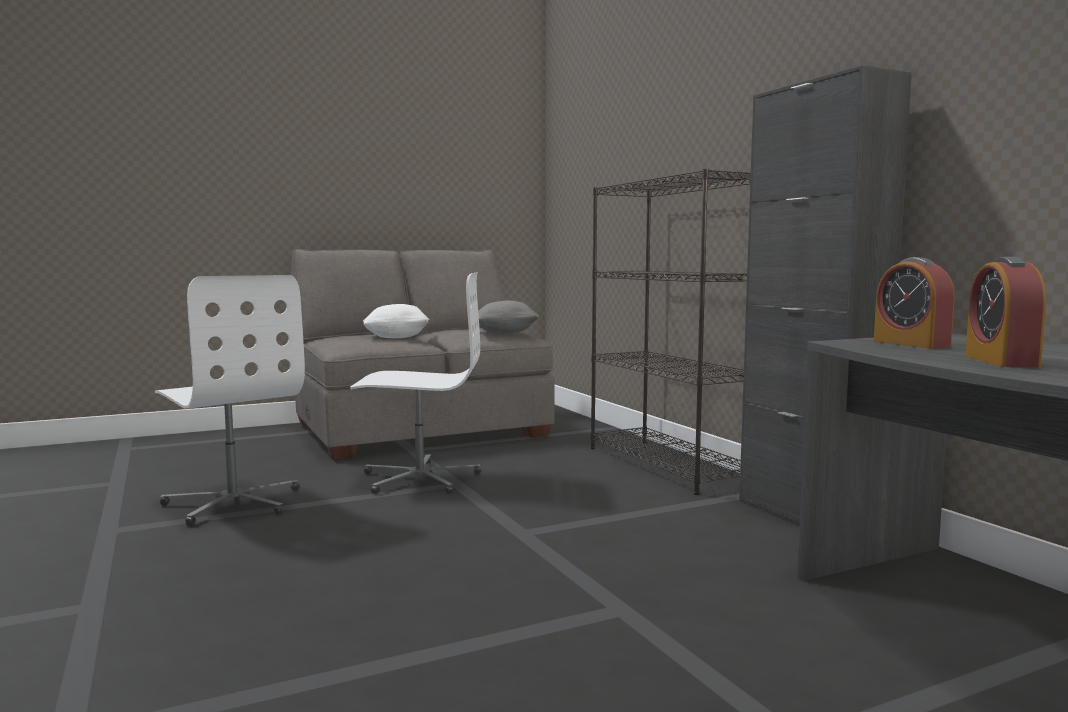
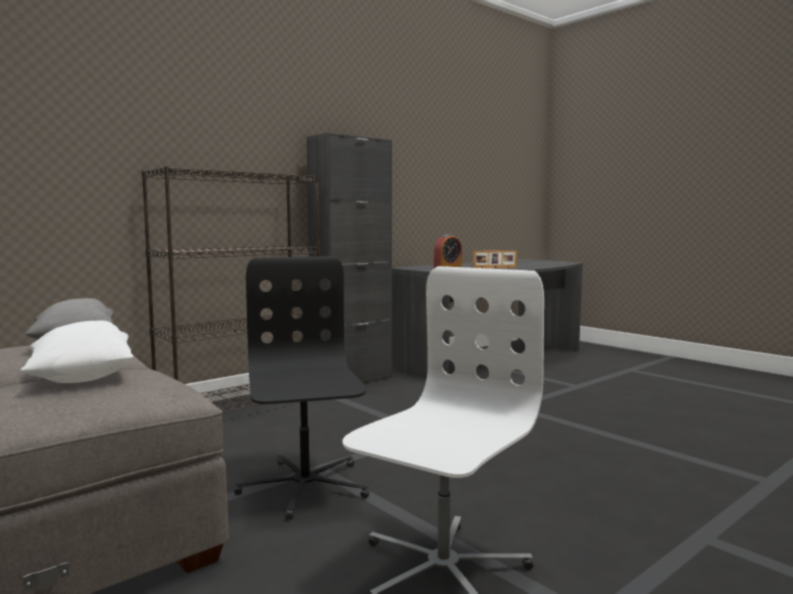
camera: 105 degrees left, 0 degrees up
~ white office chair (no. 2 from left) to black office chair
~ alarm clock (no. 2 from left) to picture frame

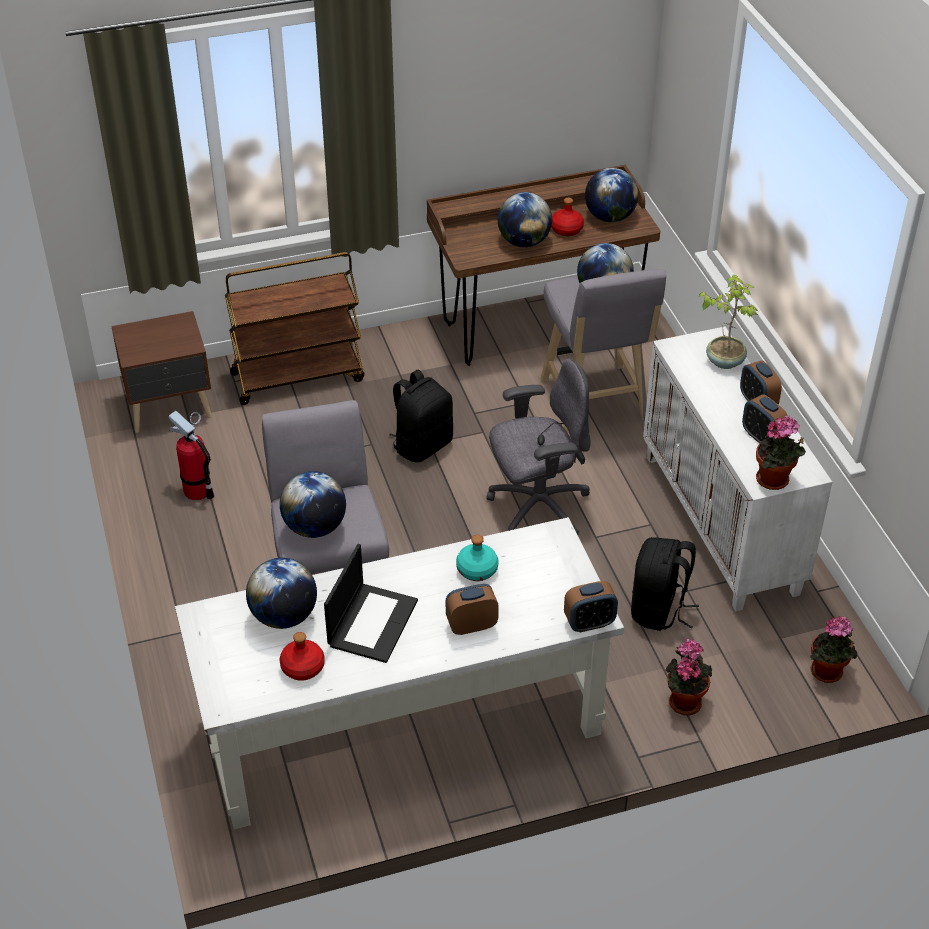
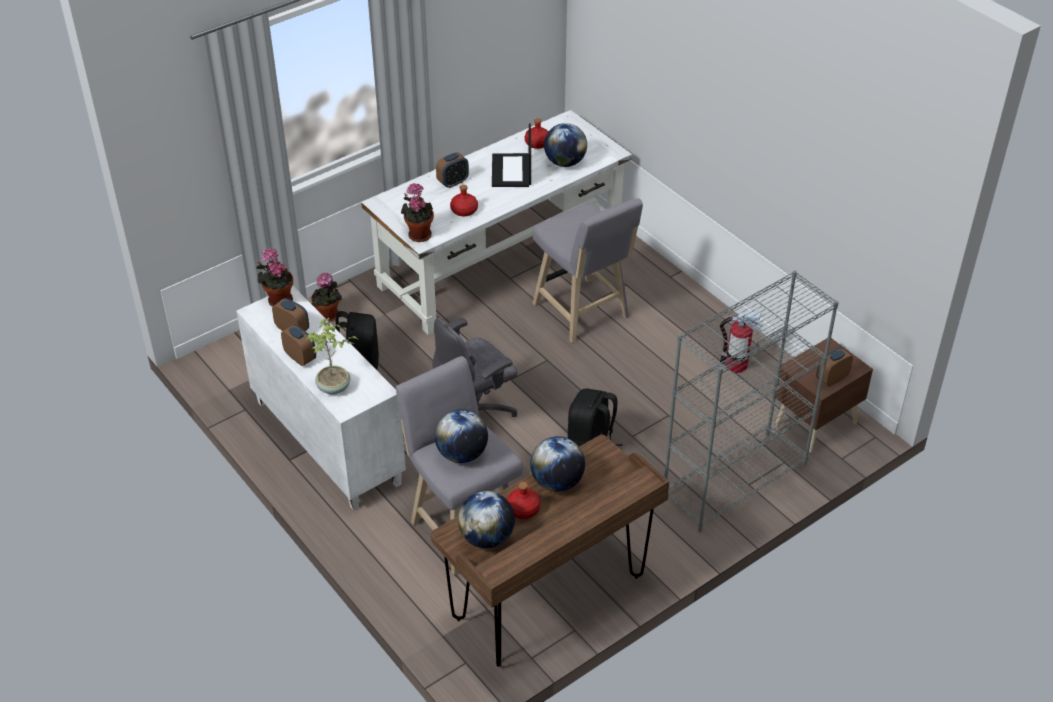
camera: 160 degrees right, 0 degrees up
~ brown cart to grey bookcase
- globe (no. 2 from left)
~ turquoise bottle to red bottle (no. 1 from left)
~ alarm clock (no. 2 from left in the first image) to alarm clock (no. 4 from left)
~ potted plant (no. 4 from left)

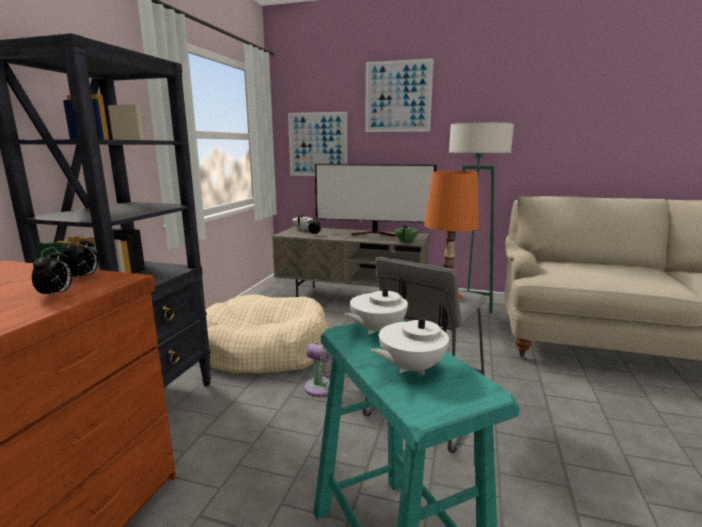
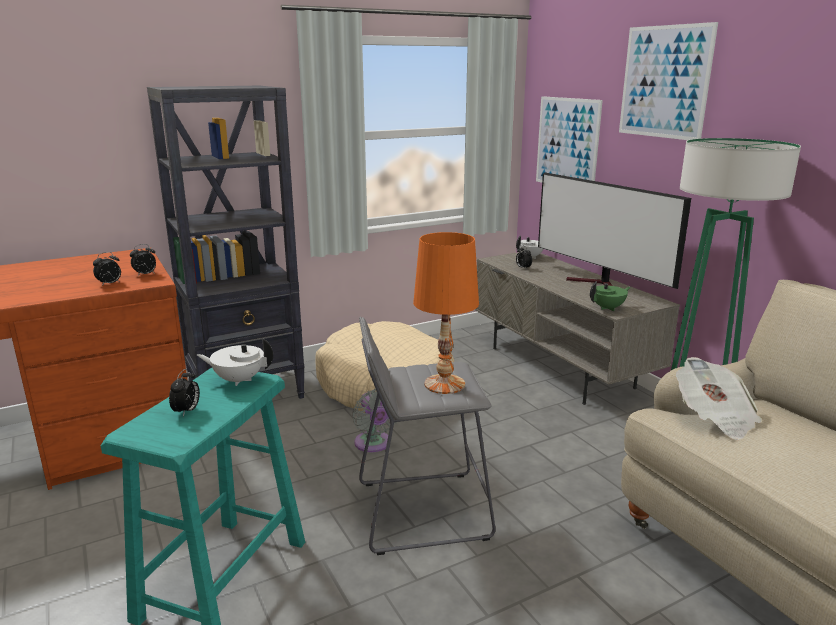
camera: 45 degrees right, 5 degrees up
~ white teapot (no. 3 from left) to alarm clock (no. 3 from left)
+ newspaper

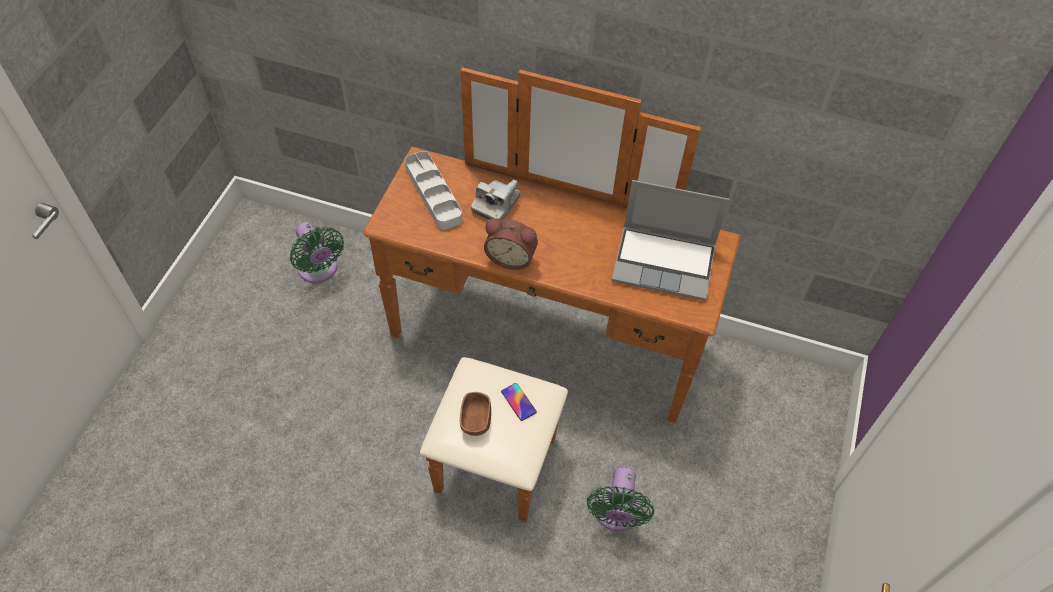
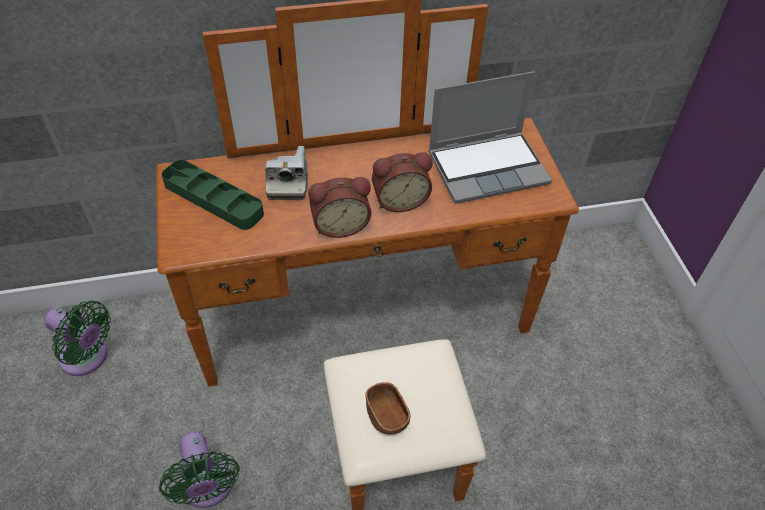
camera: 30 degrees left, 5 degrees down
~ grey tray to green tray
- phone
~ green fan (no. 2 from left)
+ alarm clock (no. 2 from left)

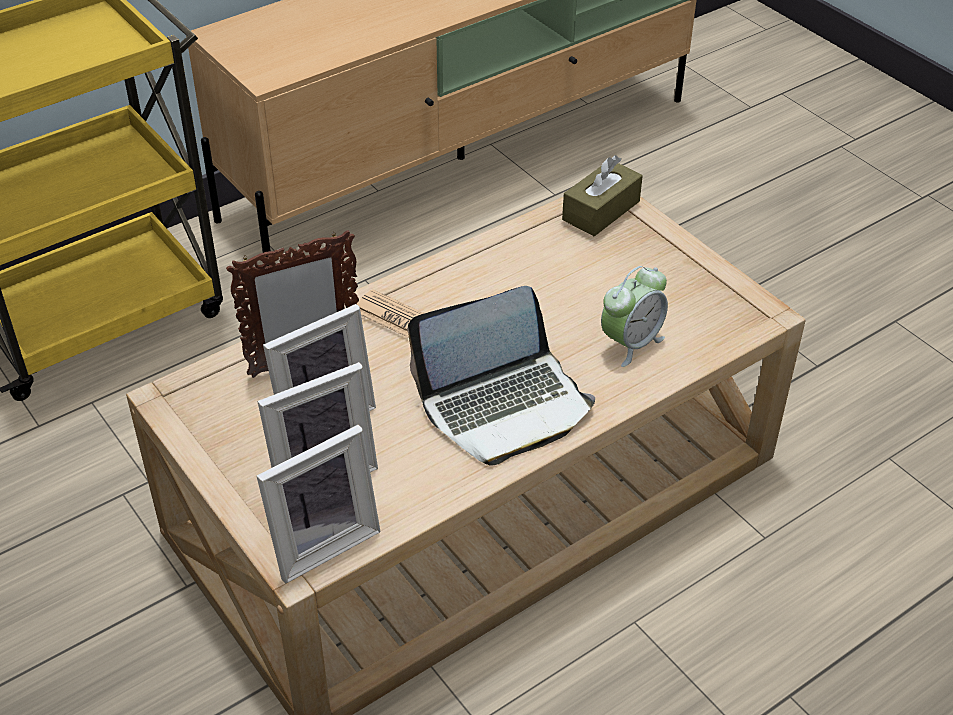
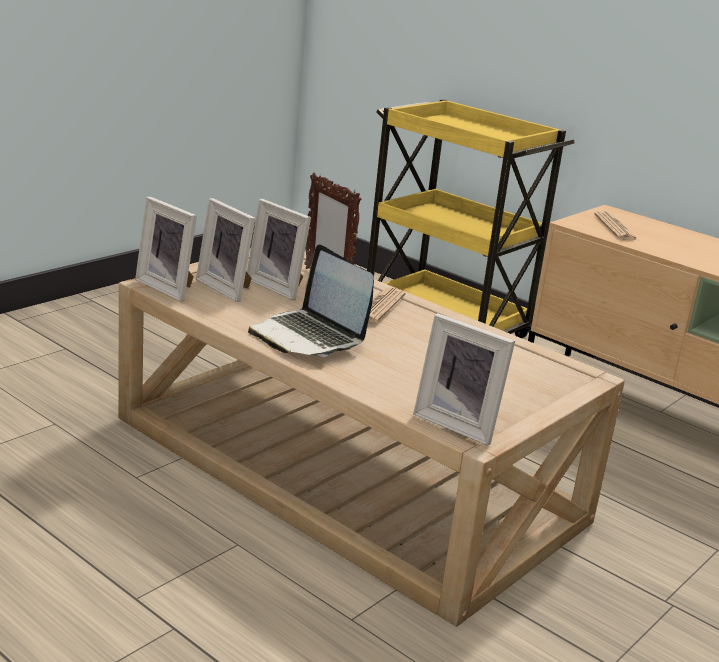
camera: 75 degrees right, 20 degrees down
- brown tissue box
- alarm clock
+ picture frame (no. 5 from left)
+ newspaper (no. 2 from left)

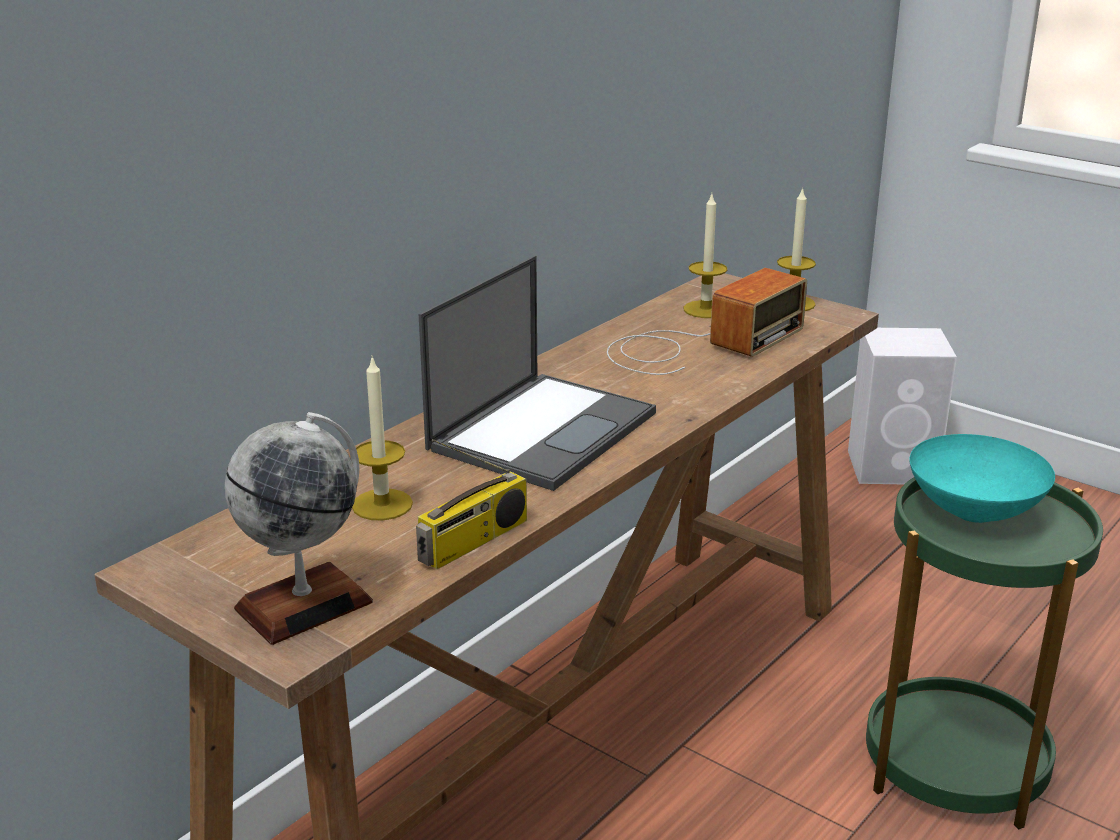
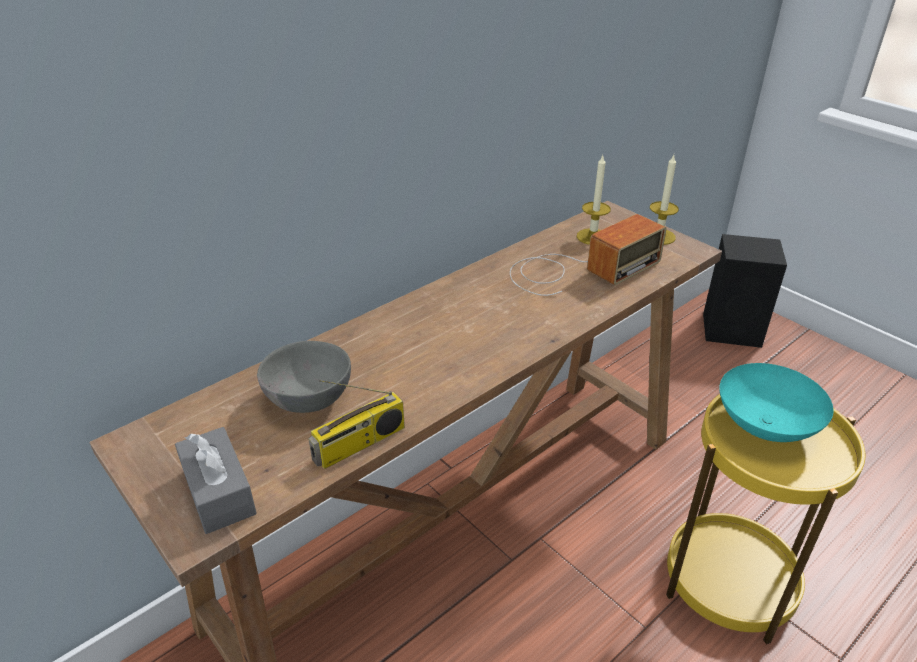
camera: 10 degrees right, 10 degrees up
~ globe to grey tissue box
~ candle (no. 1 from left) to grey bowl
- laptop
~ white speaker to black speaker
~ green side table to yellow side table

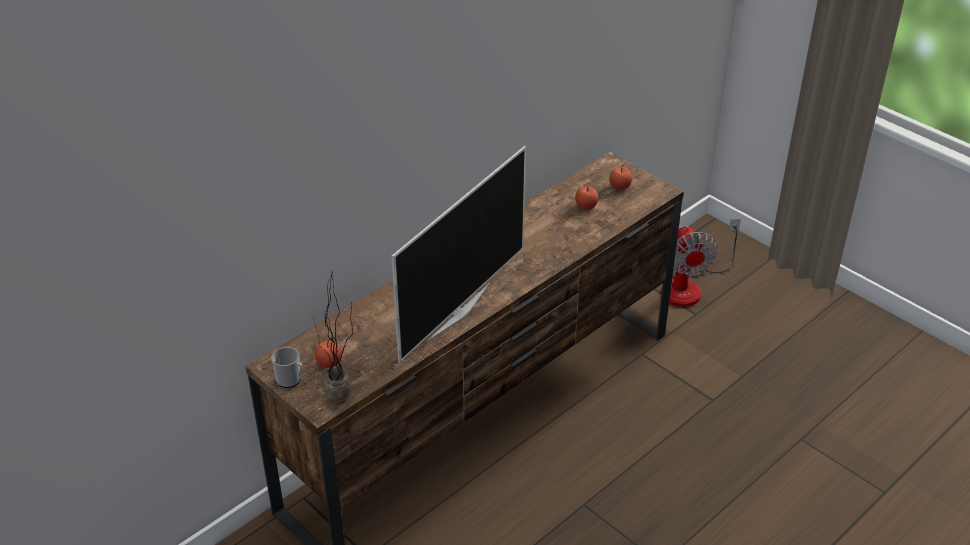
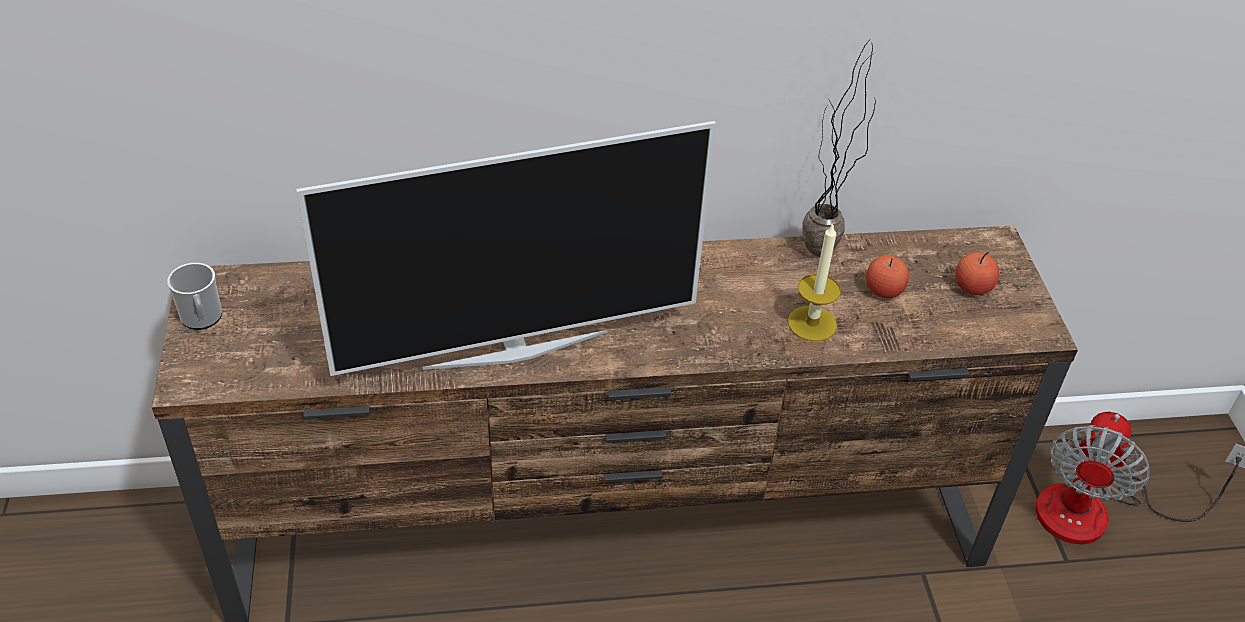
camera: 35 degrees right, 5 degrees up
~ potted plant
- apple (no. 1 from left)
+ candle

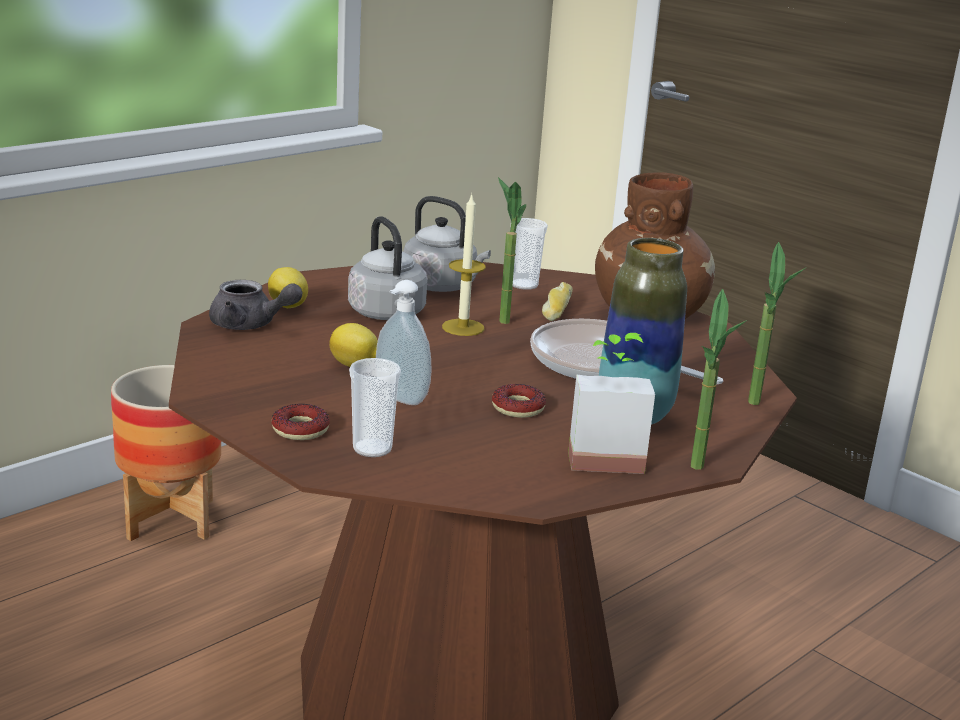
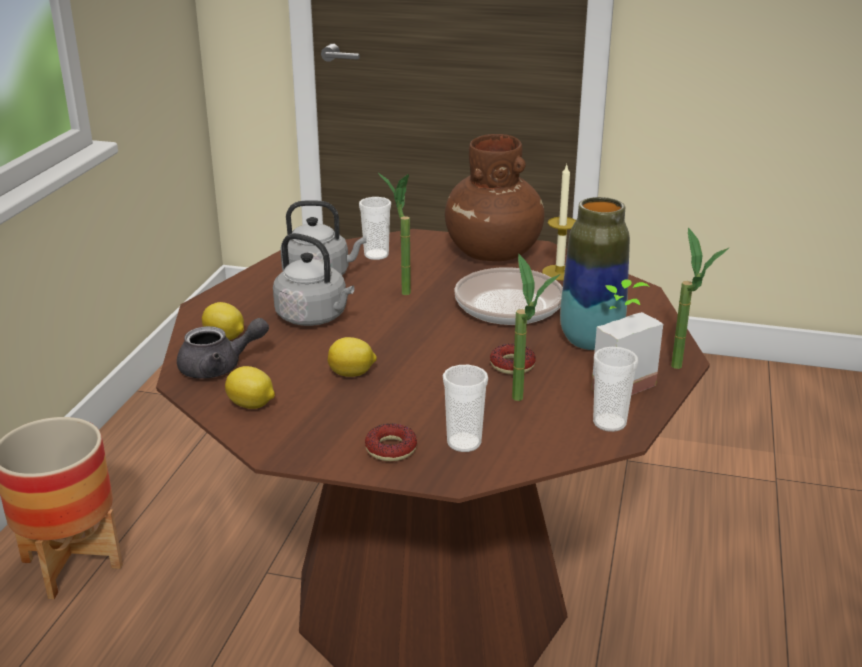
camera: 30 degrees left, 5 degrees up
- soap dispenser
~ candle
- bread
~ potted plant (no. 4 from left in the first image) to potted plant (no. 2 from left)
+ lemon (no. 2 from left)
+ cup (no. 3 from left)

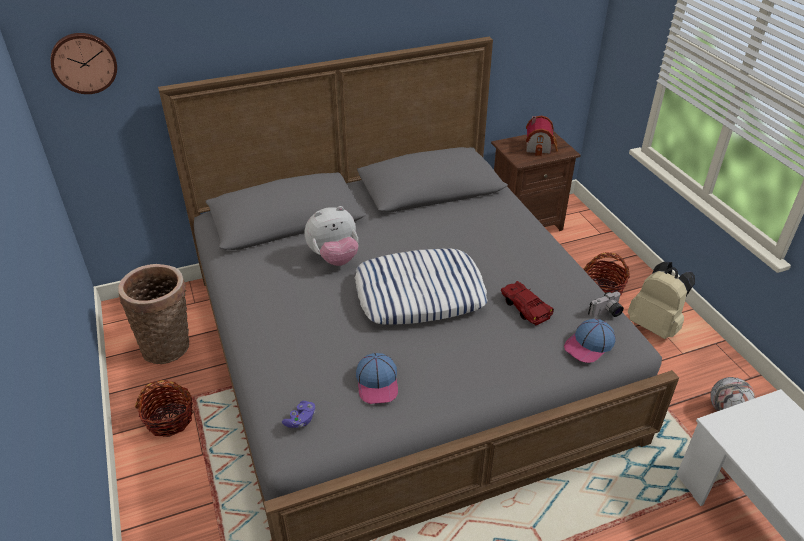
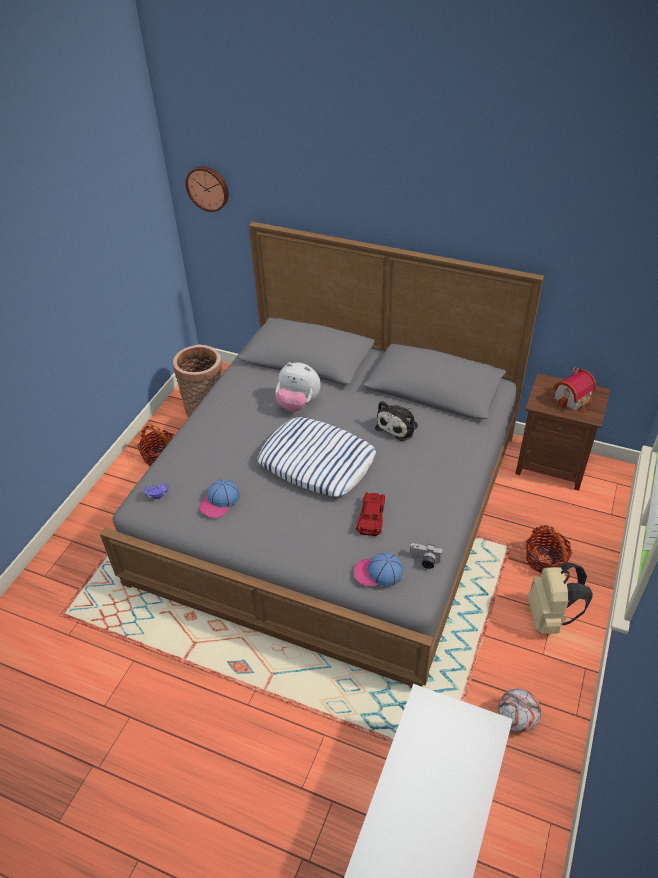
camera: 45 degrees right, 5 degrees up
+ plush toy (no. 2 from left)

